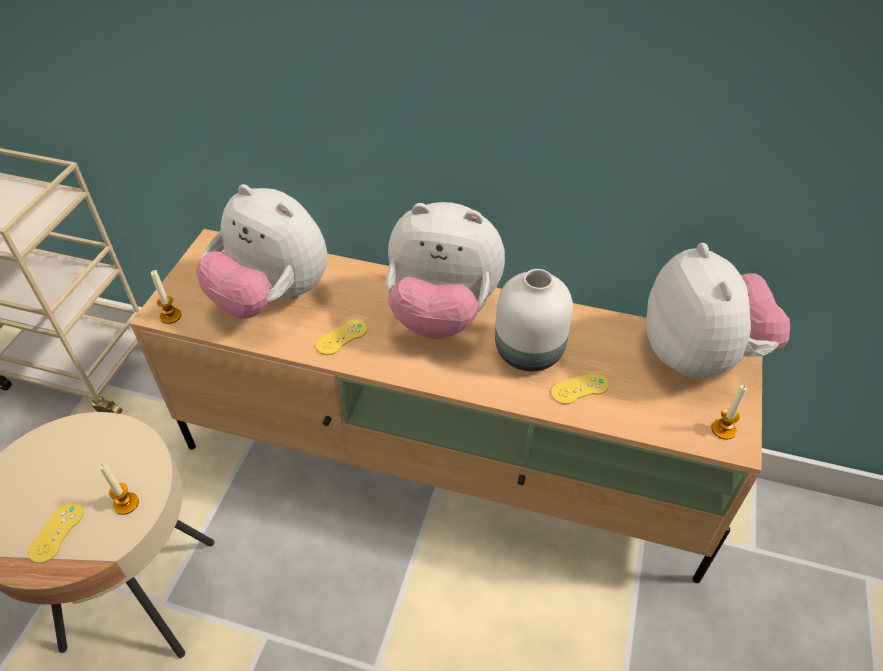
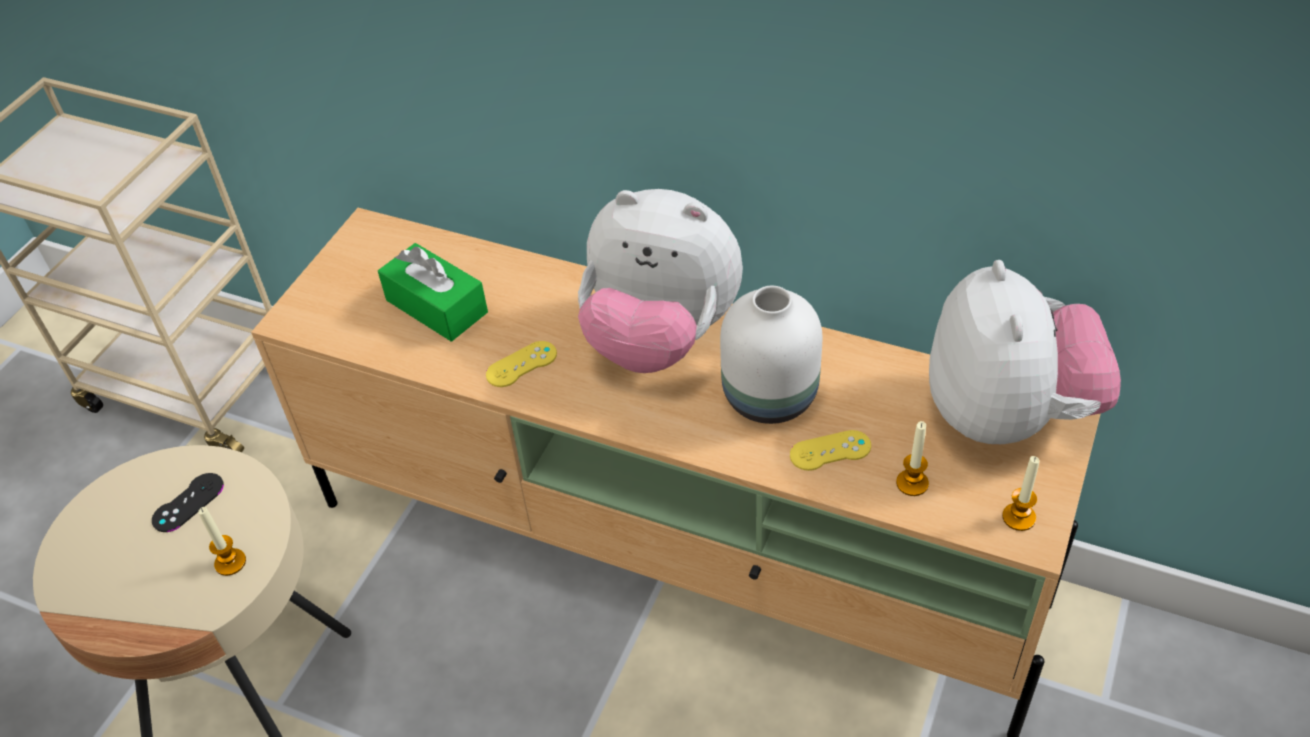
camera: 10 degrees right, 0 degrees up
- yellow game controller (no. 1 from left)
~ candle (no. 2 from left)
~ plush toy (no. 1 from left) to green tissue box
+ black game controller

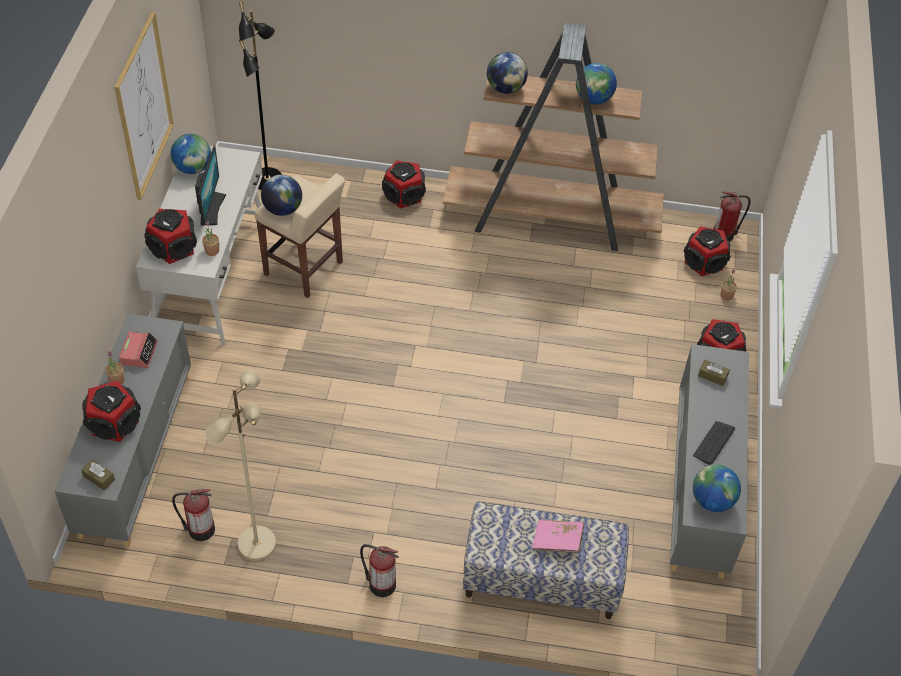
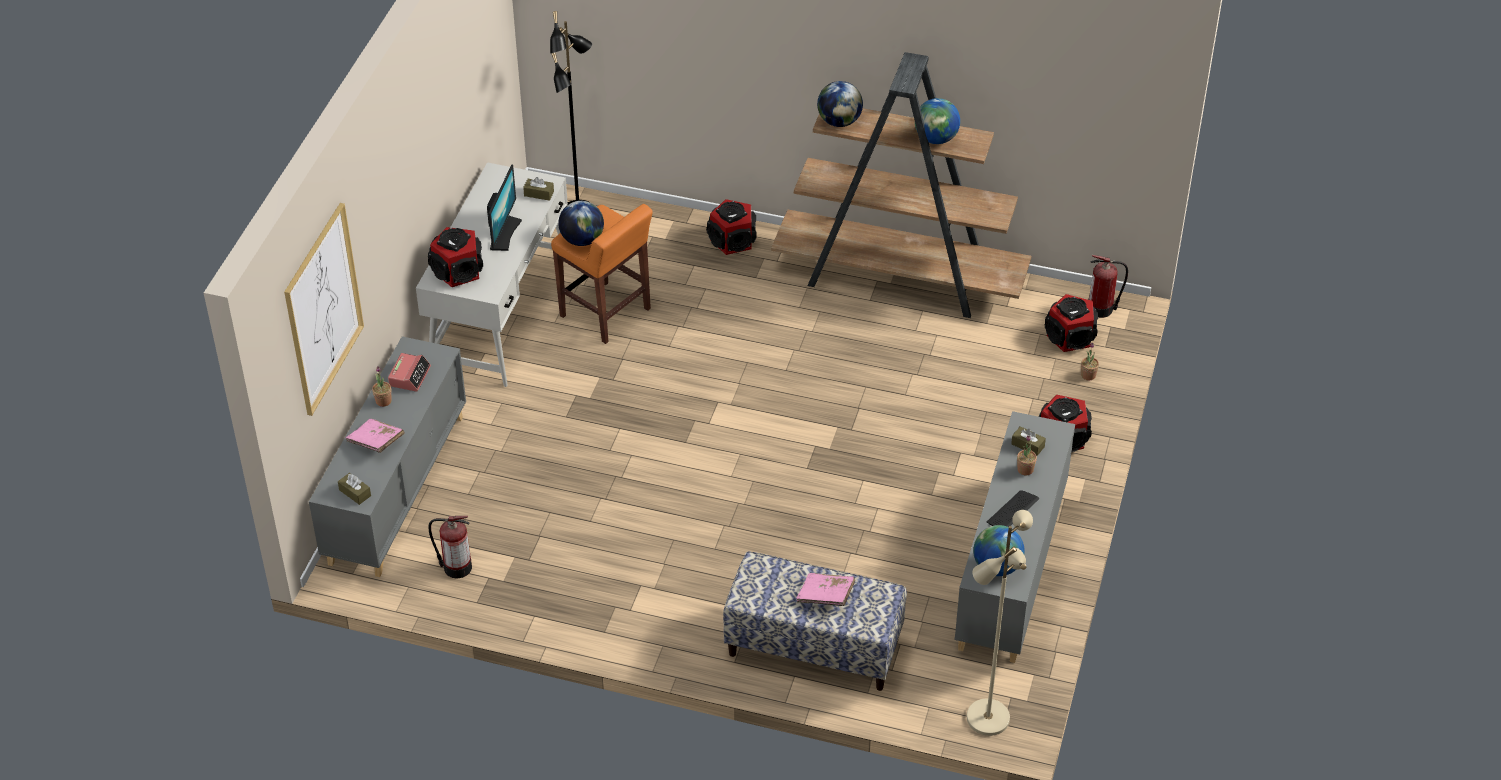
camera: 10 degrees right, 5 degrees down
~ speaker (no. 1 from left) to pink book (no. 1 from left)
~ picture
- globe (no. 1 from left)
~ potted plant (no. 2 from left)
~ beige floor lamp
~ beige stool to orange stool
- fire extinguisher (no. 2 from left)
+ brown tissue box (no. 2 from left)

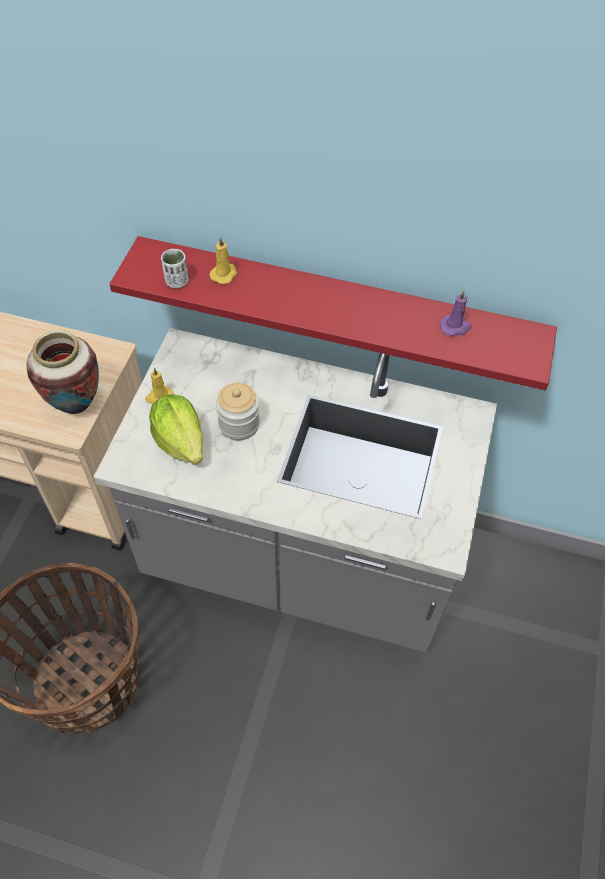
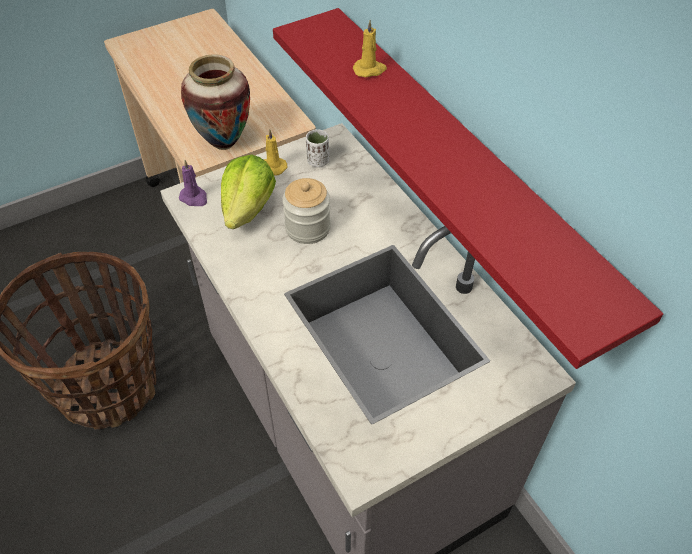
camera: 45 degrees right, 5 degrees down
~ white cup
~ purple candle

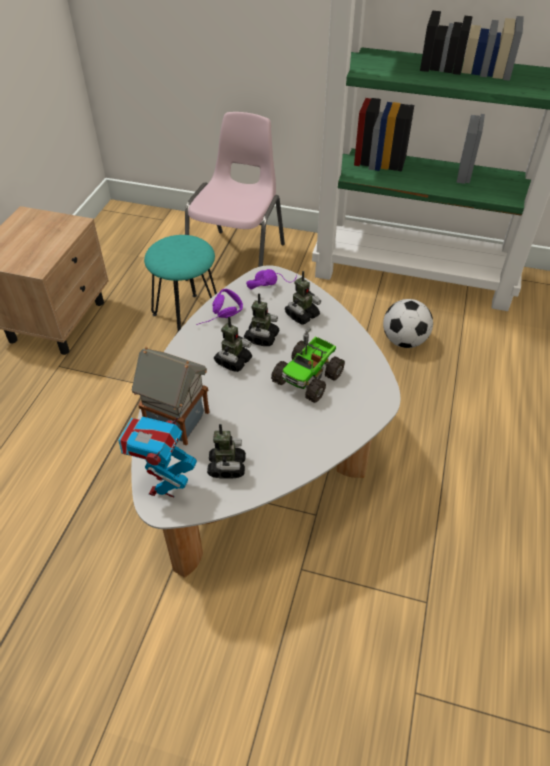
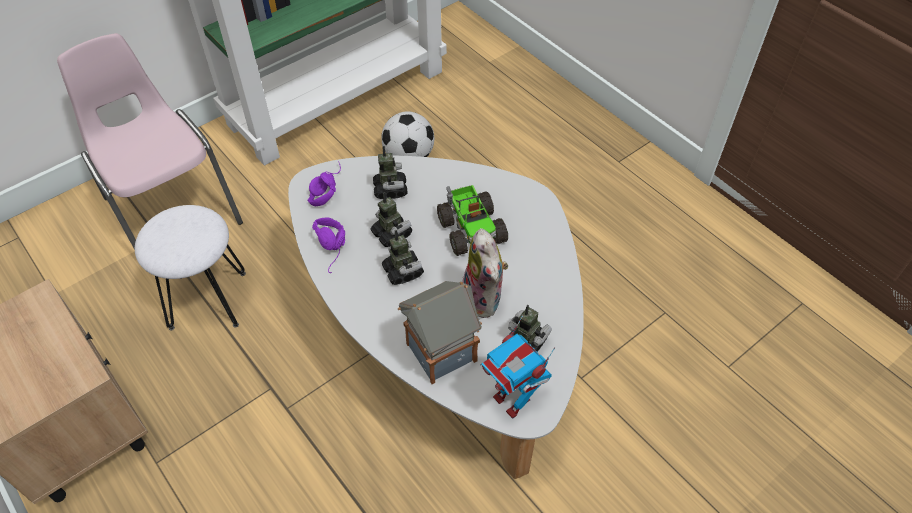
camera: 55 degrees left, 5 degrees up
~ turquoise stool to white stool
+ plush toy

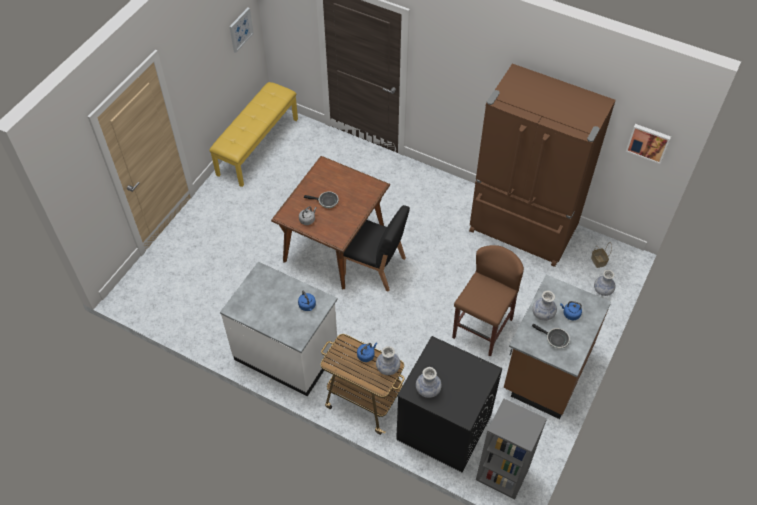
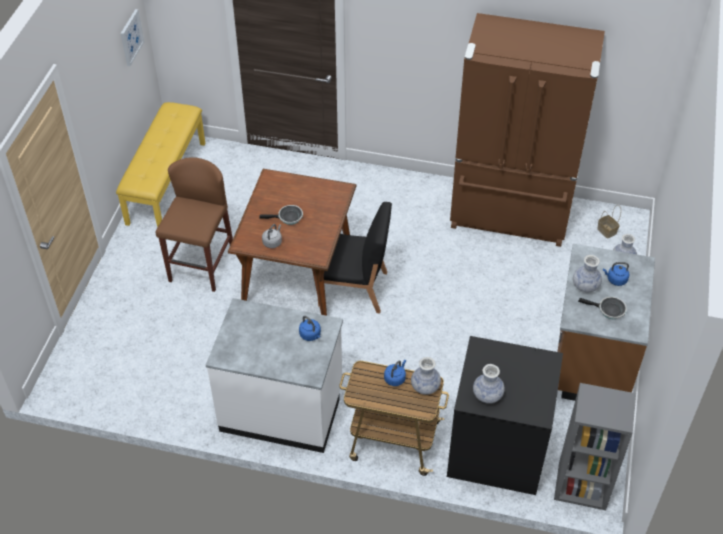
camera: 15 degrees left, 5 degrees down
~ brown stool
- picture (no. 2 from left)

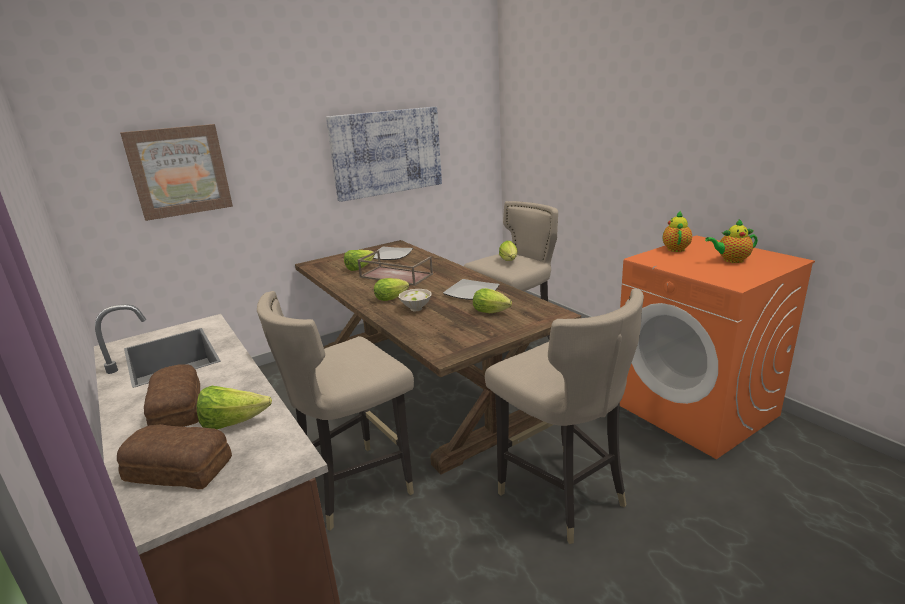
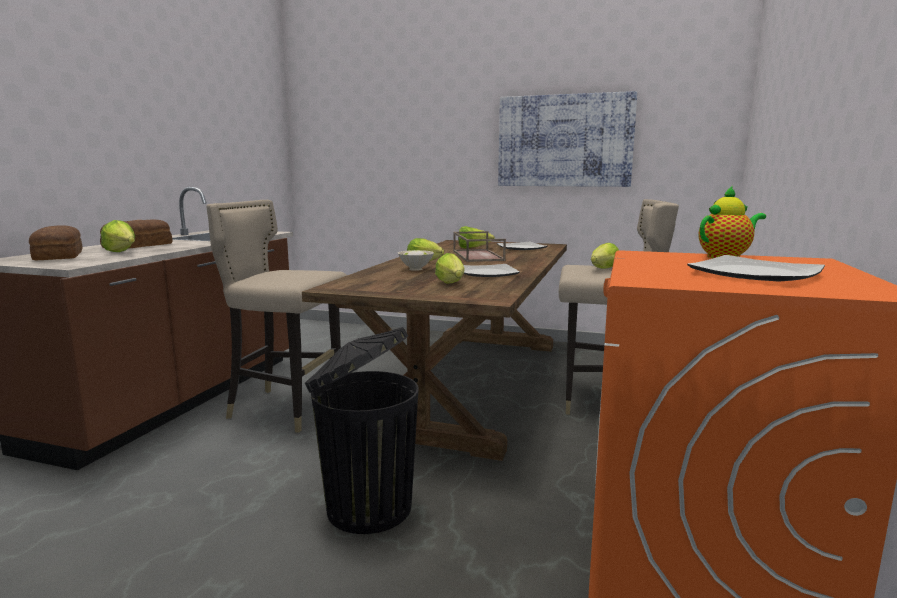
camera: 50 degrees right, 10 degrees down
- picture (no. 1 from left)
~ beige stool (no. 3 from left) to black trash can
~ teapot (no. 2 from left) to plate (no. 3 from left)

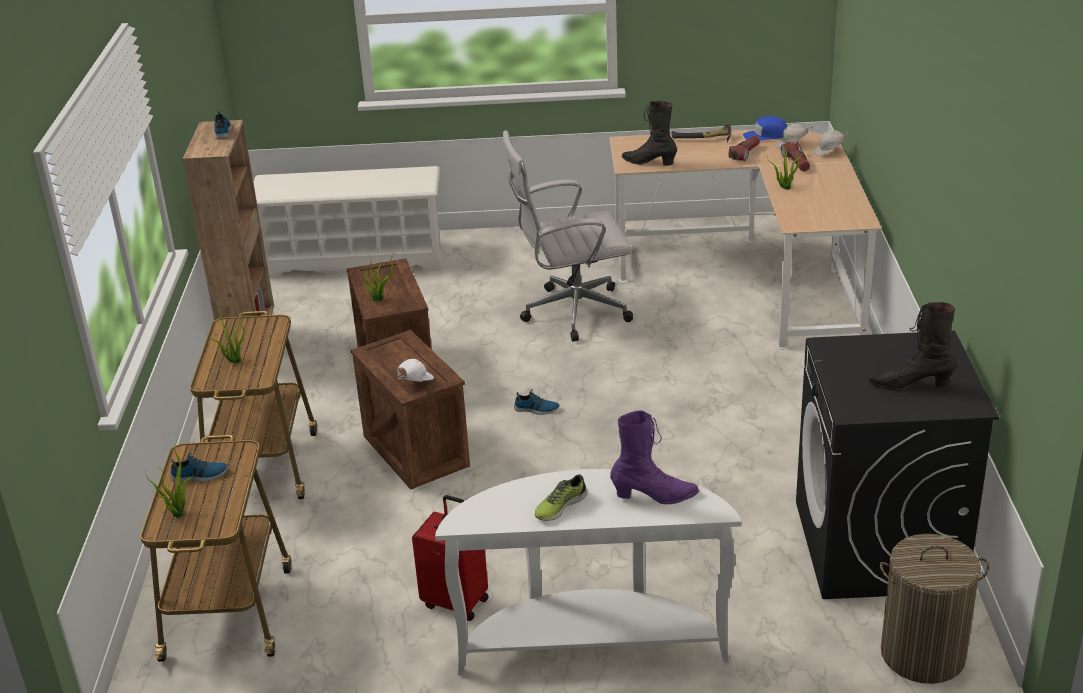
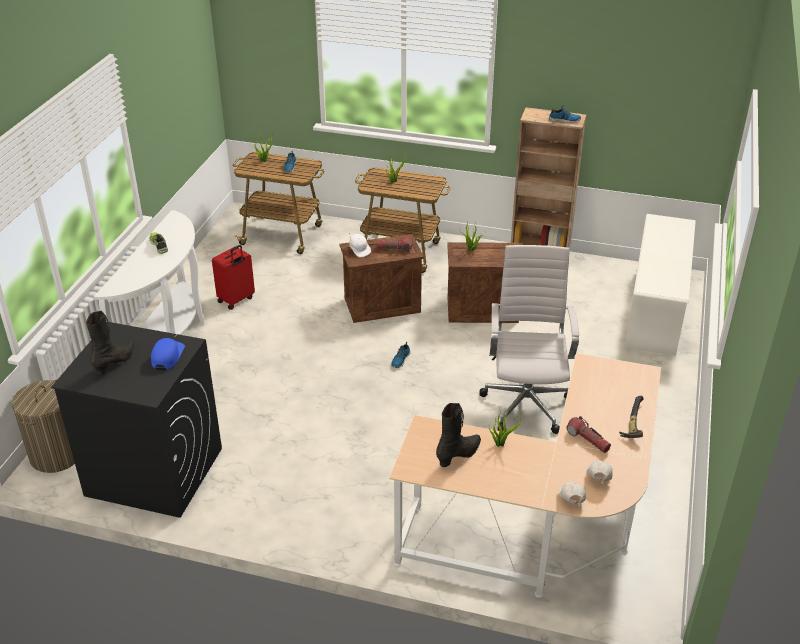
camera: 105 degrees right, 5 degrees up
- purple boot
~ black boot (no. 1 from left in the first image) to black boot (no. 2 from left)
~ blue cap
~ flashlight (no. 2 from left in the first image) to flashlight (no. 1 from left)

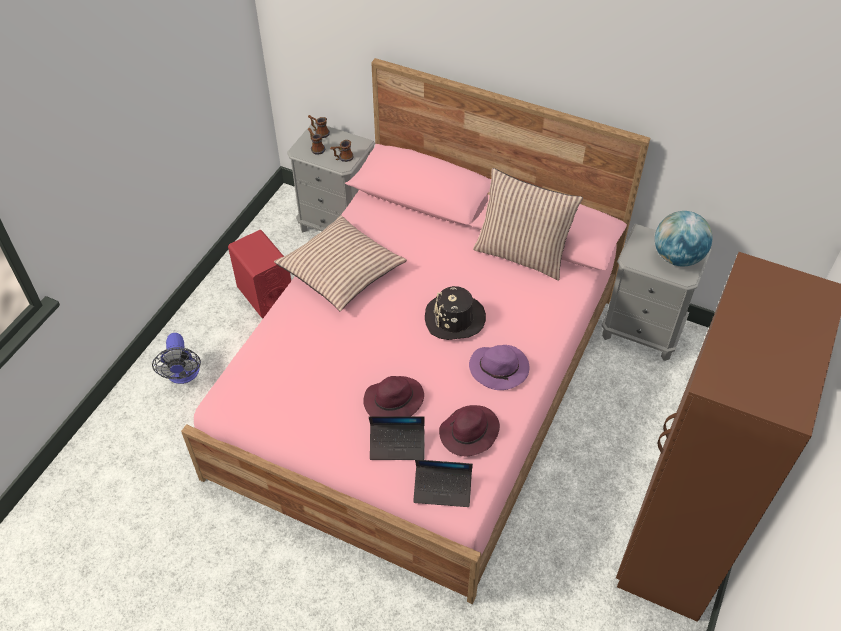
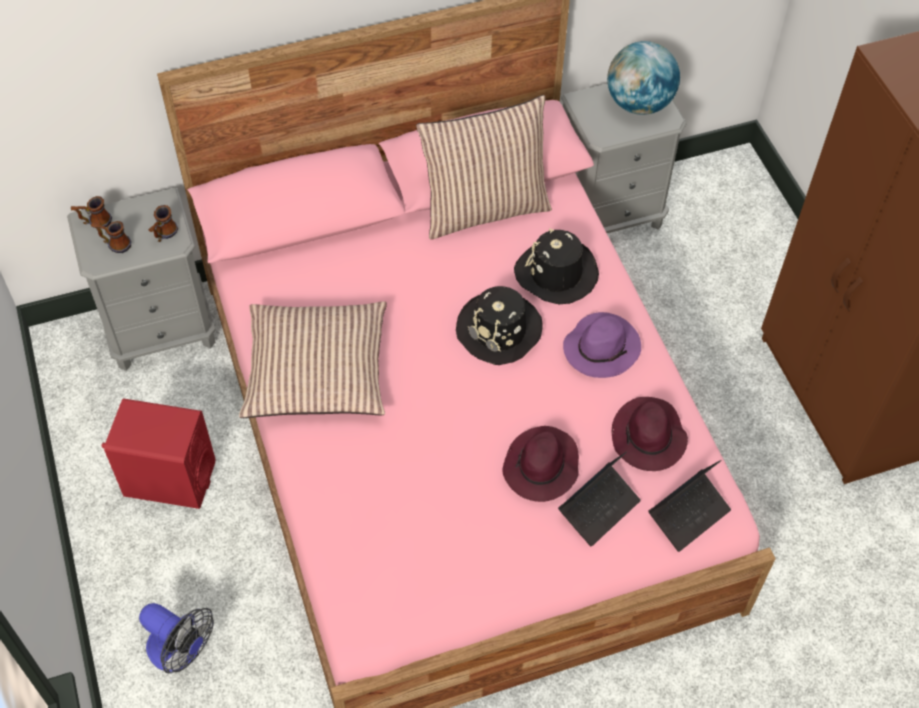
camera: 45 degrees left, 5 degrees up
+ black hat (no. 2 from left)

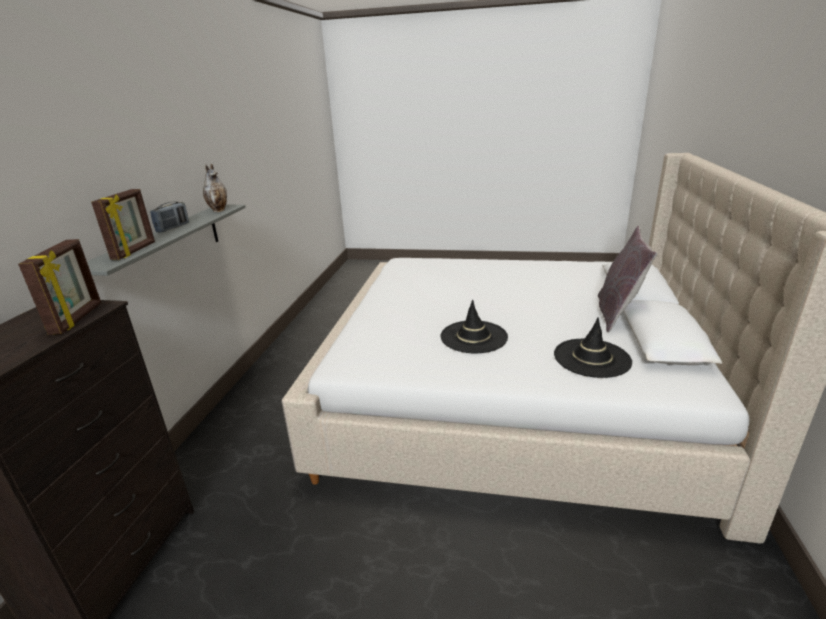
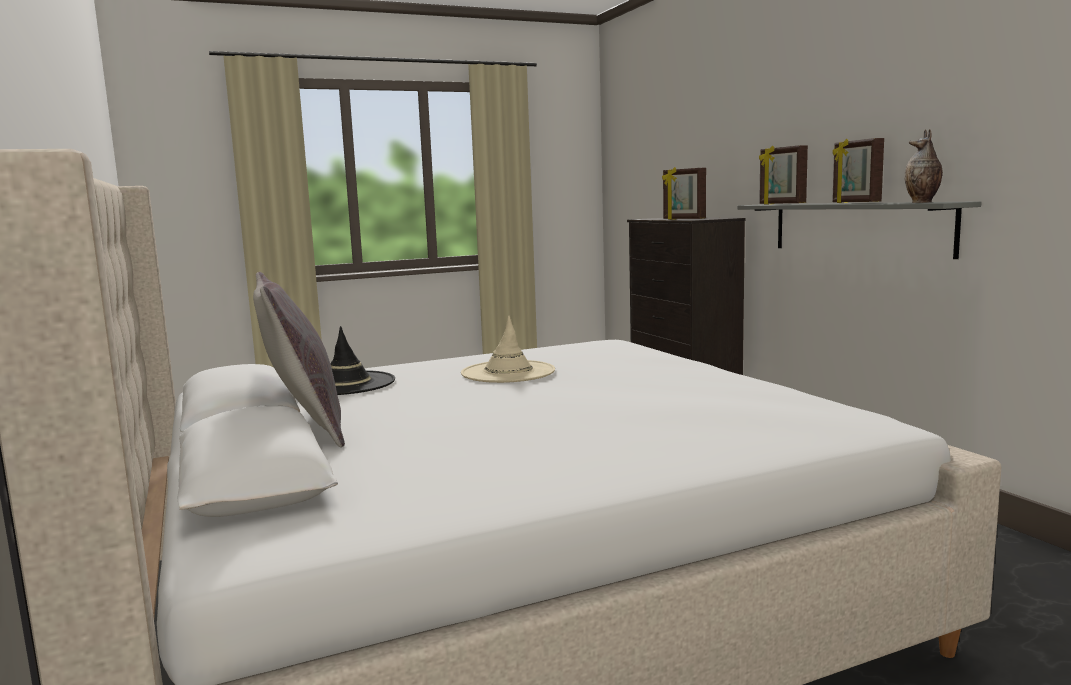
camera: 145 degrees right, 15 degrees down
~ radio to picture frame (no. 3 from left)
~ black hat (no. 1 from left) to beige hat

